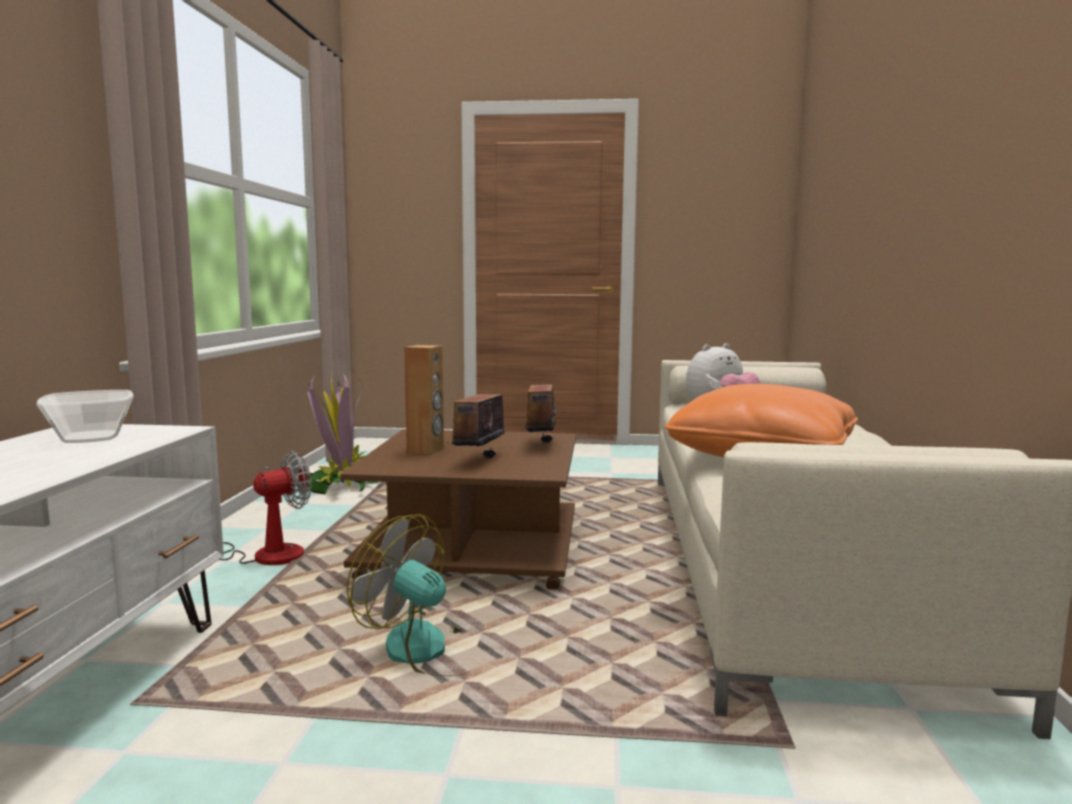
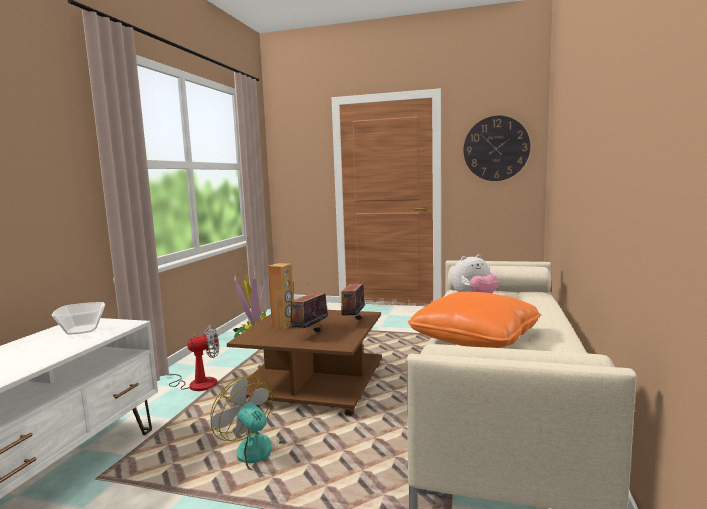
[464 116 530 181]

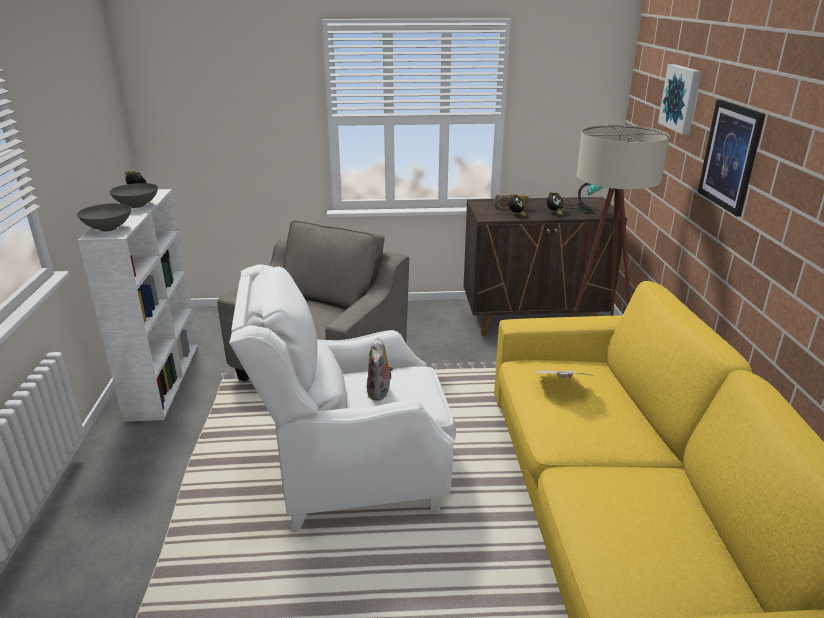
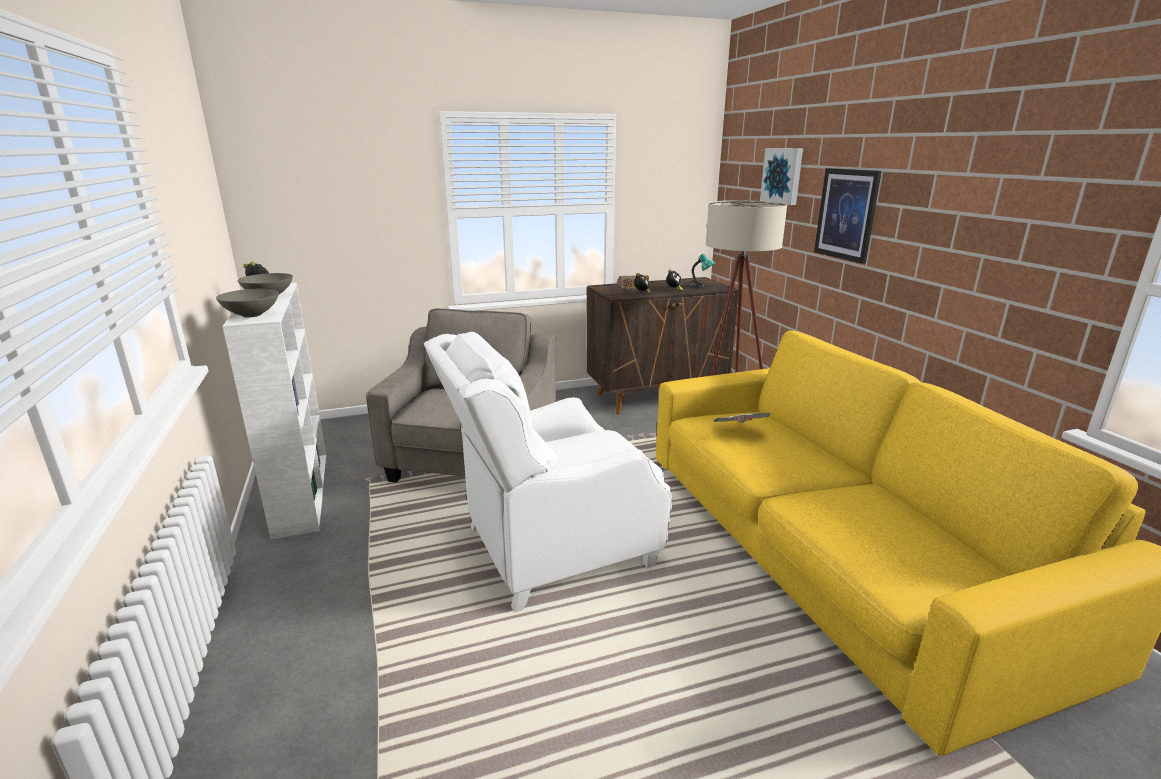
[367 338 394 401] (first image)

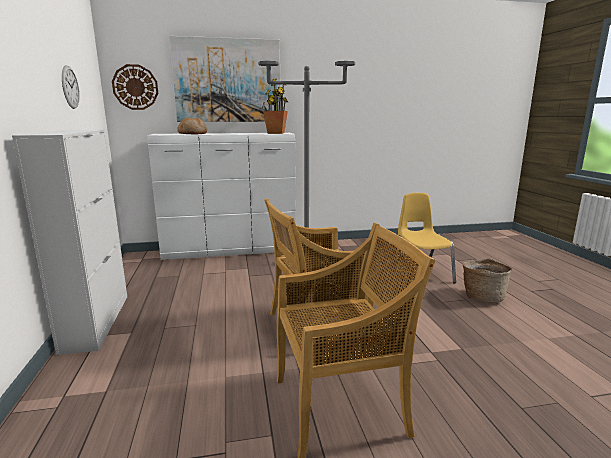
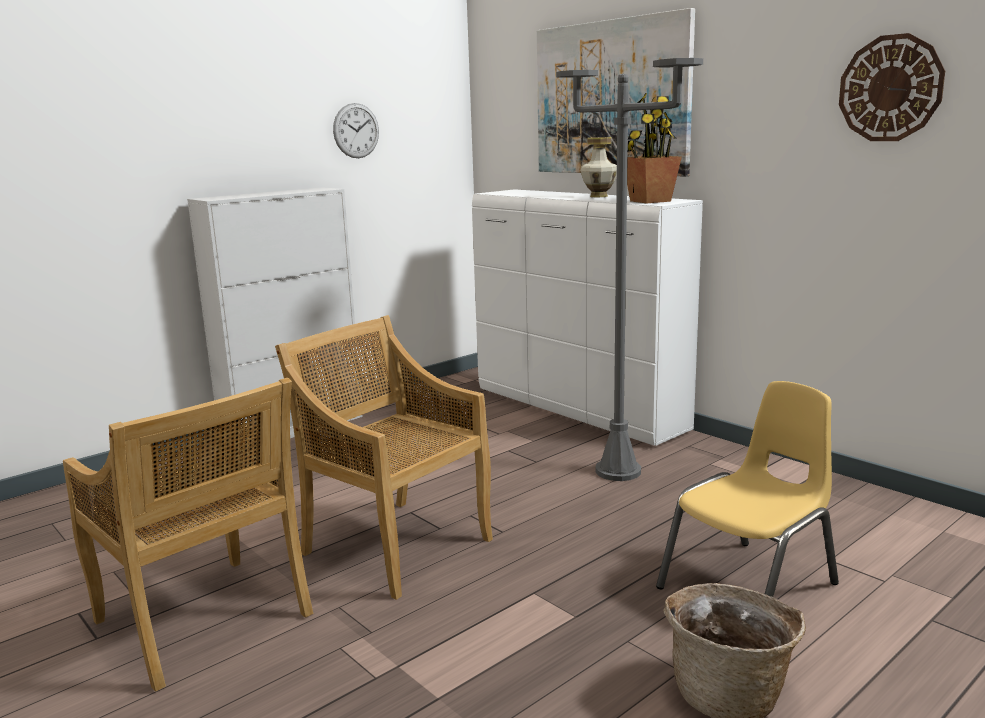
[839 33 945 141]
[177 118 207 134] (first image)
[580 137 617 197]

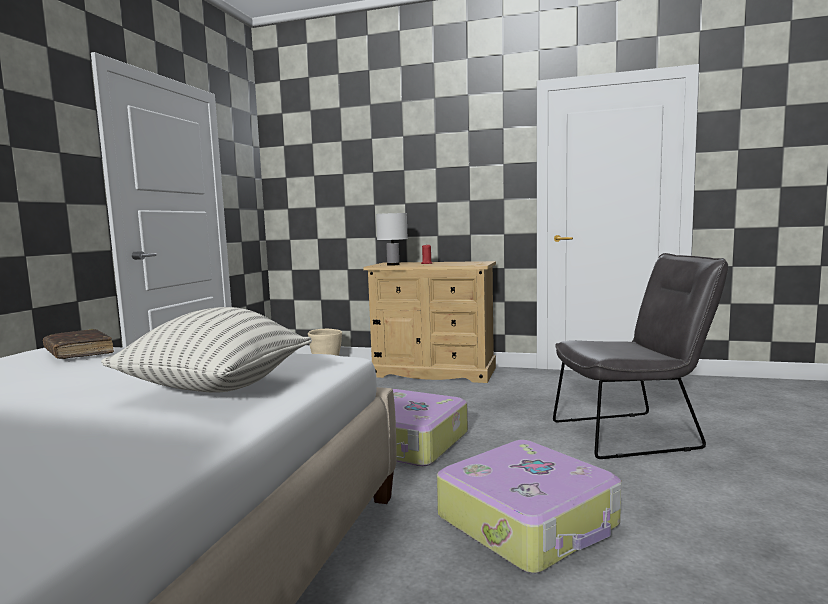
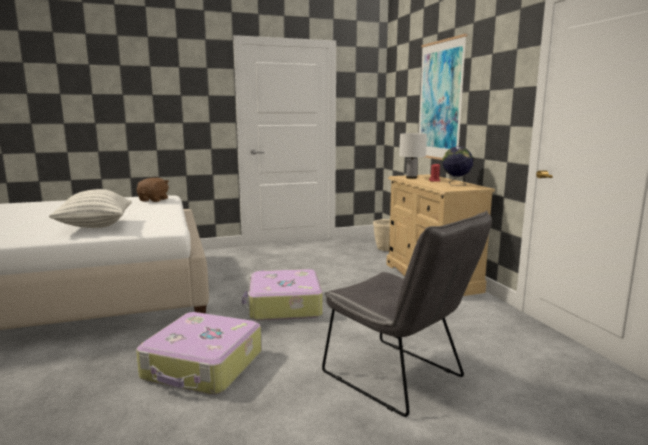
[137 177 169 202]
[419 34 467 160]
[442 147 473 186]

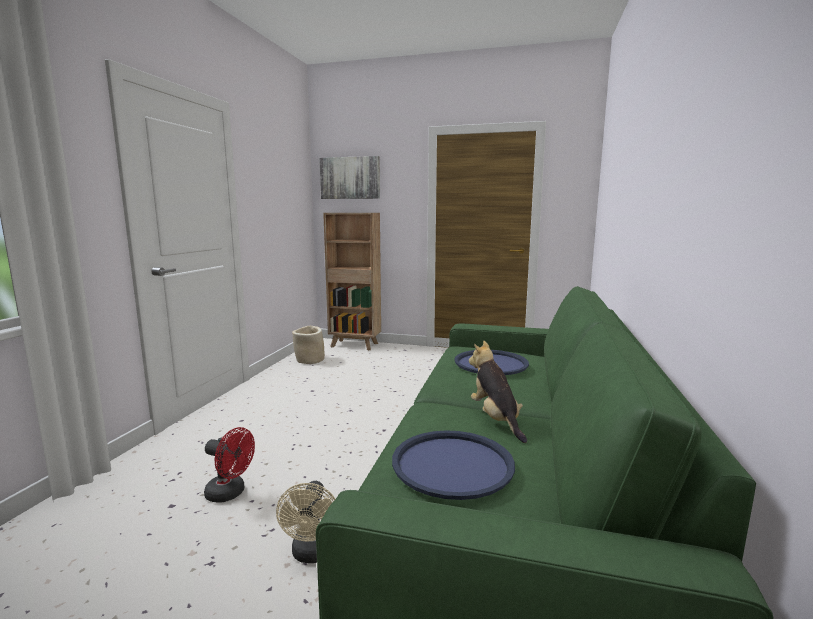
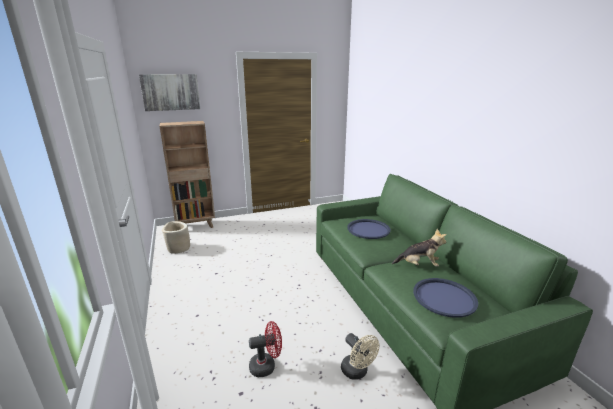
[392 229 447 267]

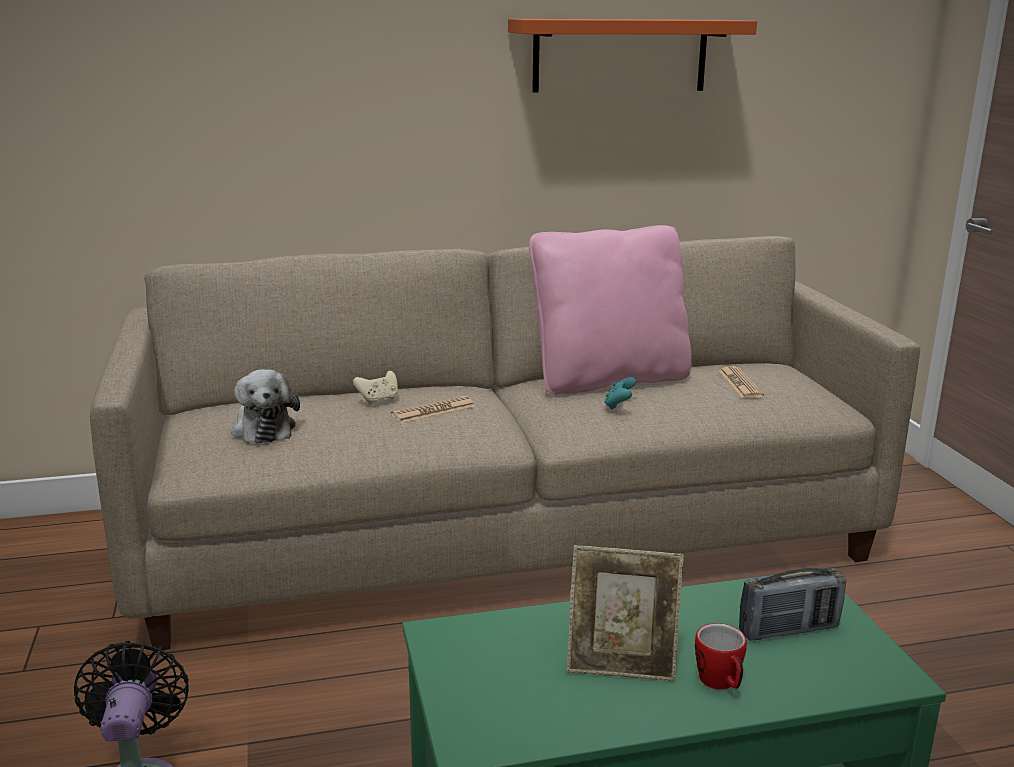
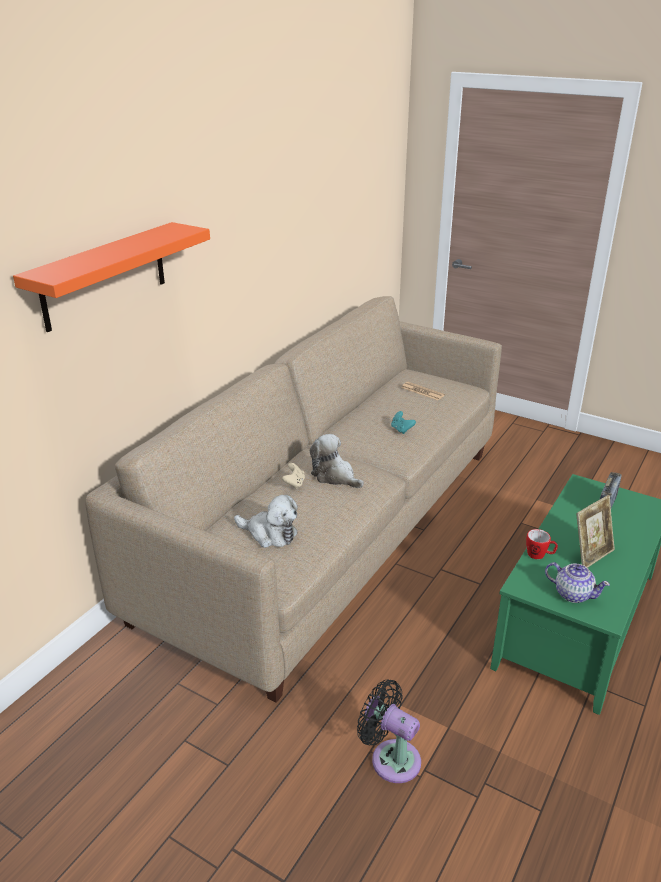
[13 222 210 332]
[529 225 692 395] (first image)
[310 434 364 488]
[526 529 558 559]
[545 562 610 603]

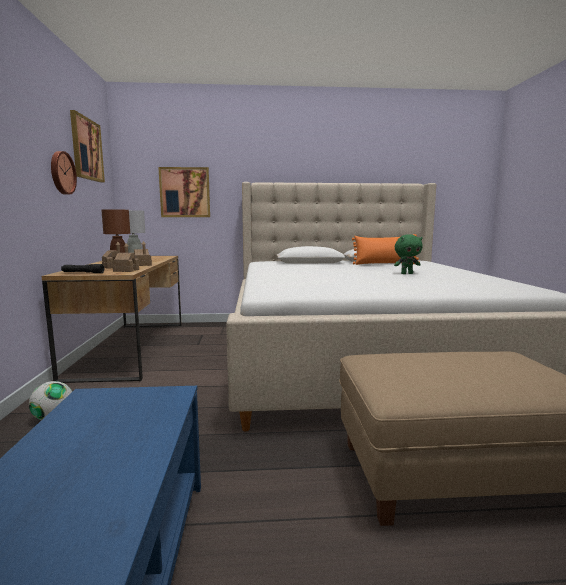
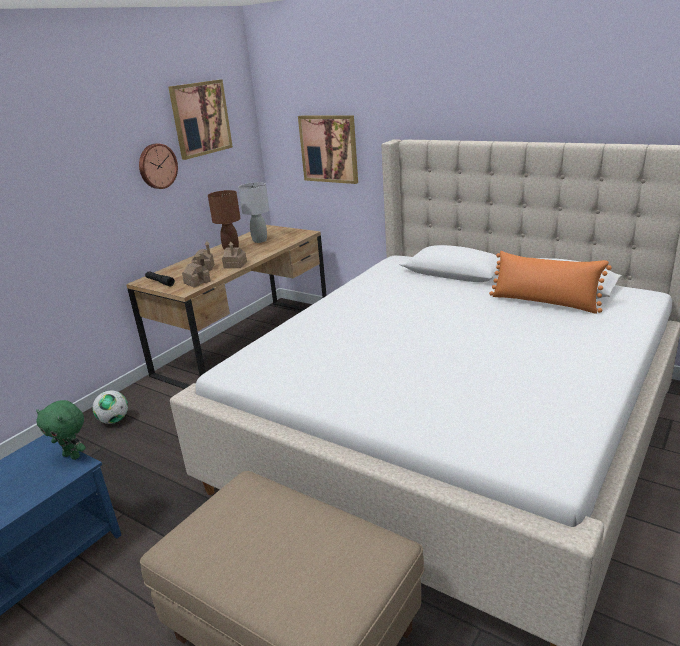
[36 400 86 460]

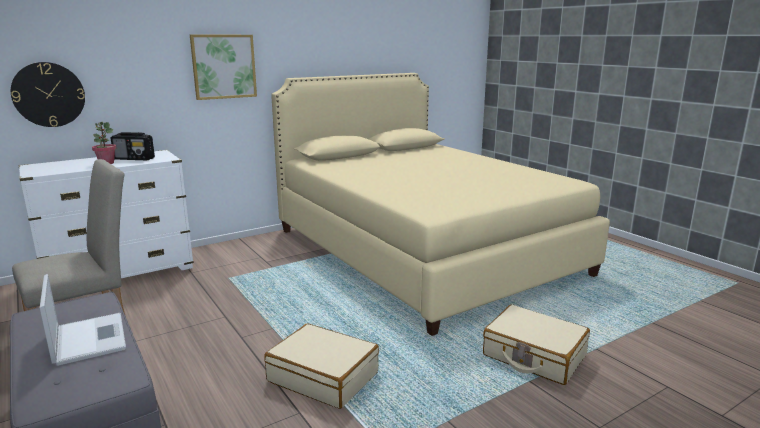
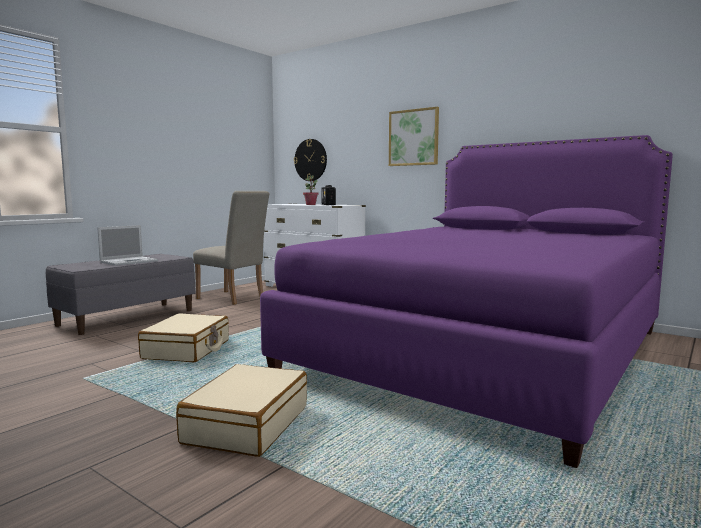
[260 135 673 468]

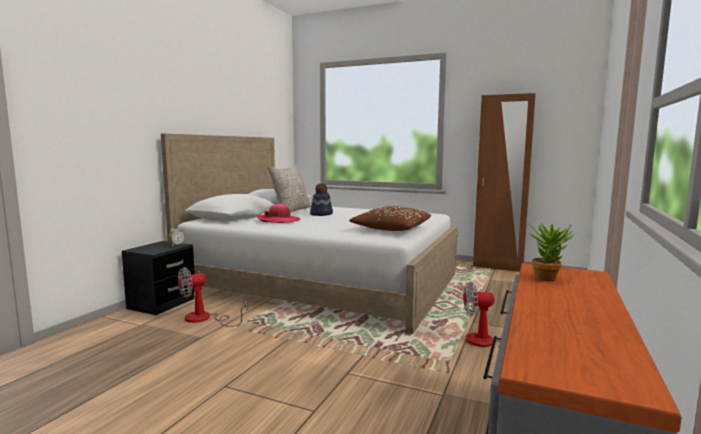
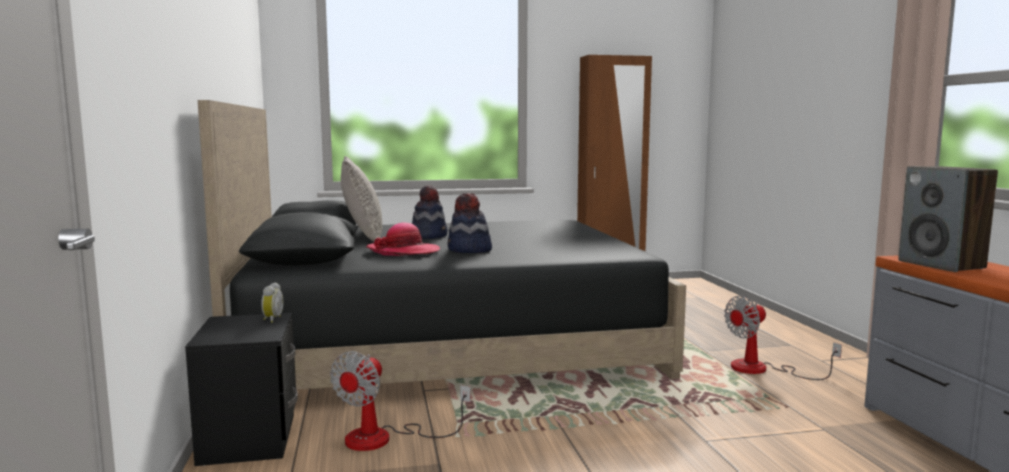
[198 100 686 390]
[349 206 431 231] (first image)
[898 166 998 272]
[447 193 492 253]

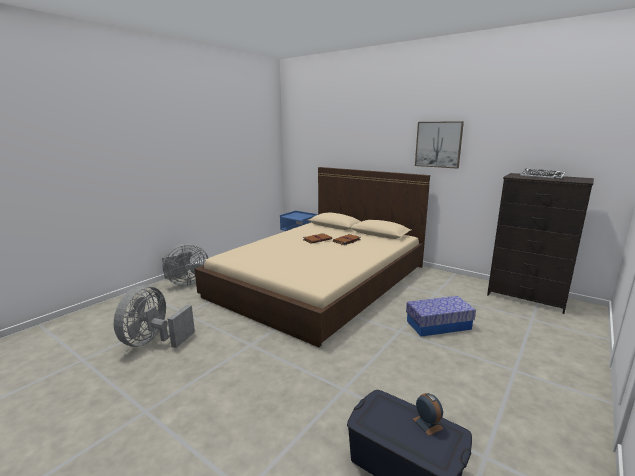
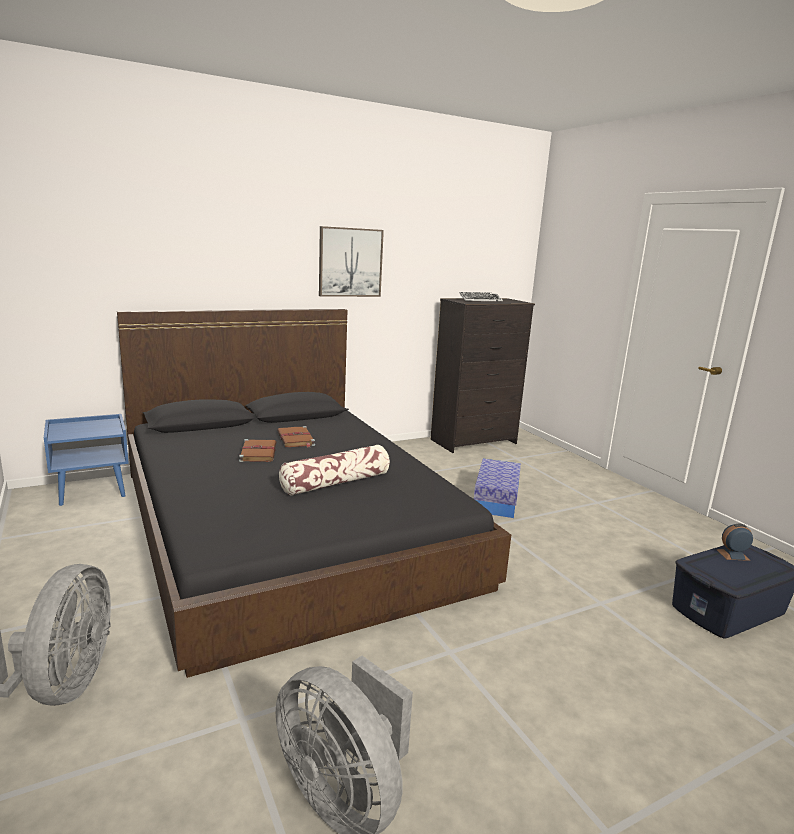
[117 309 511 678]
[279 445 390 495]

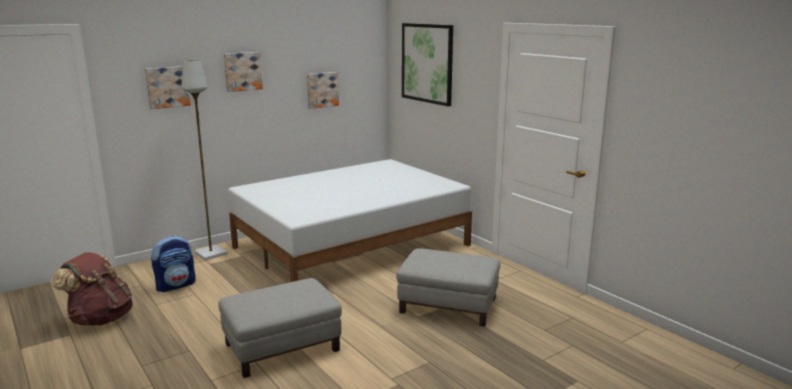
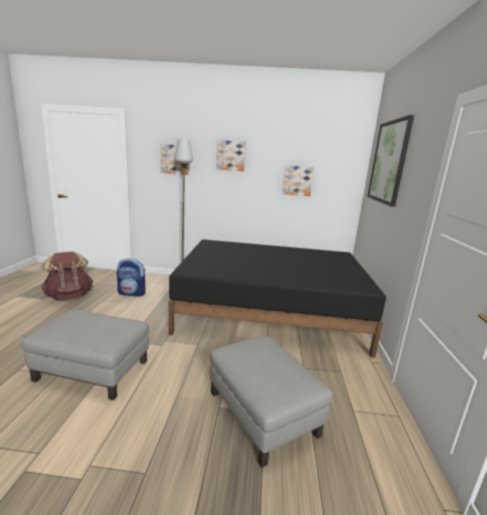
[168 239 386 358]

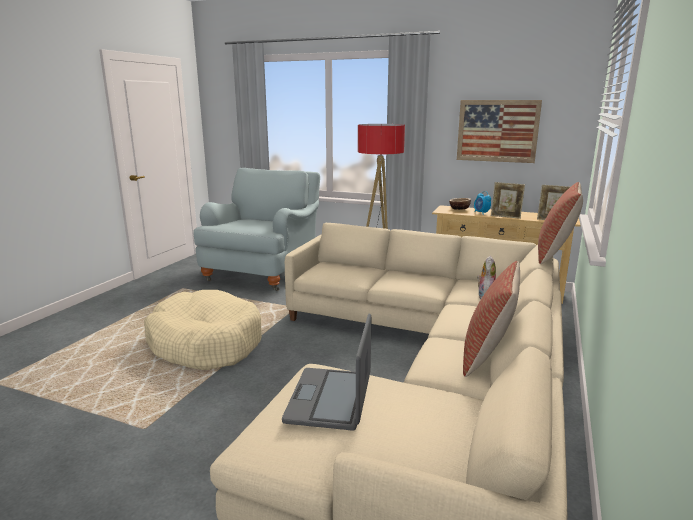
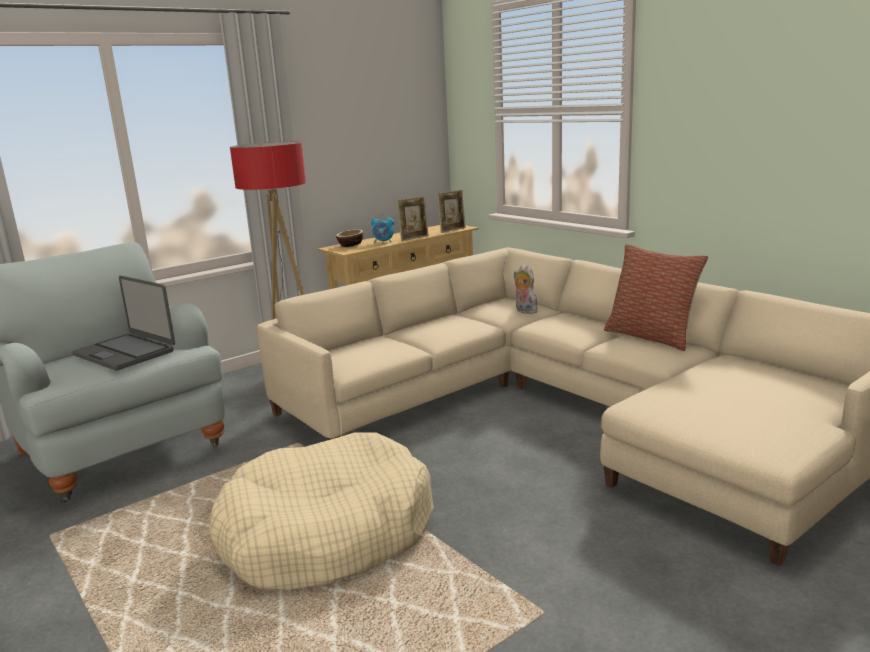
[457 100 542 163] (first image)
[538 182 583 264] (first image)
[72 276 175 371]

